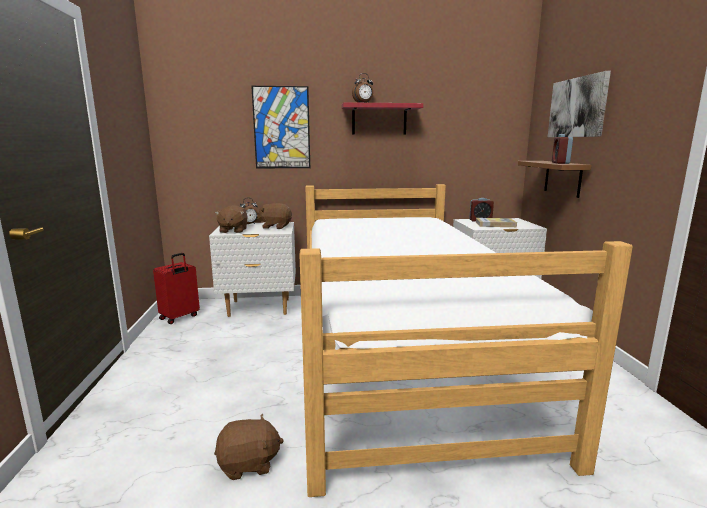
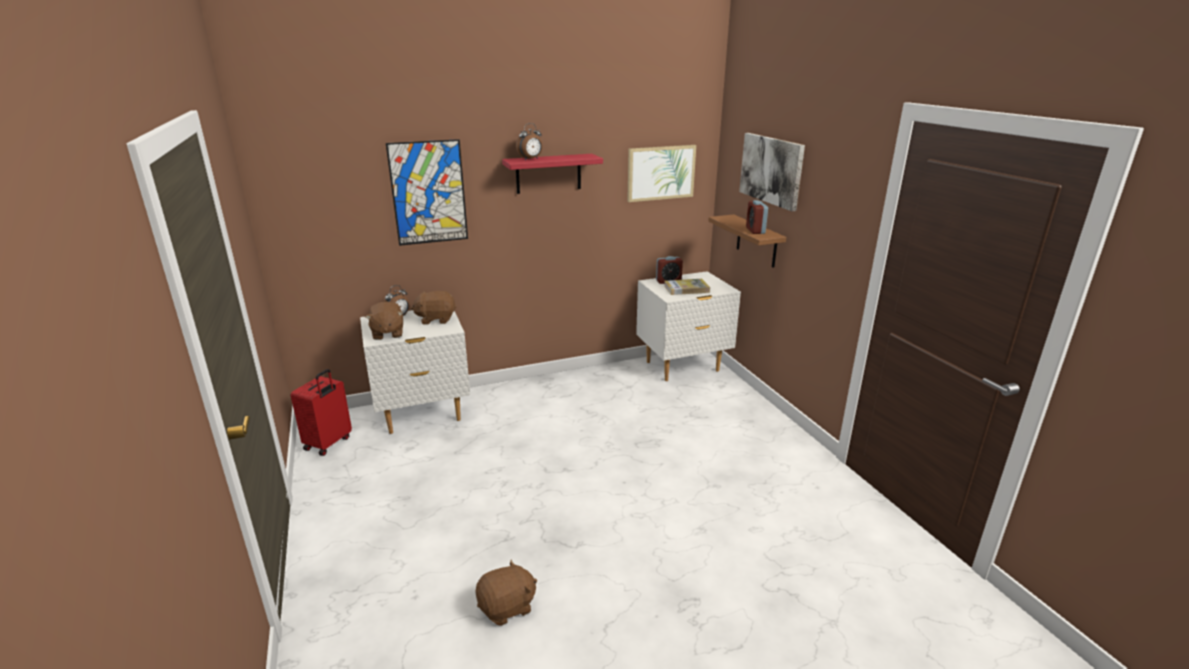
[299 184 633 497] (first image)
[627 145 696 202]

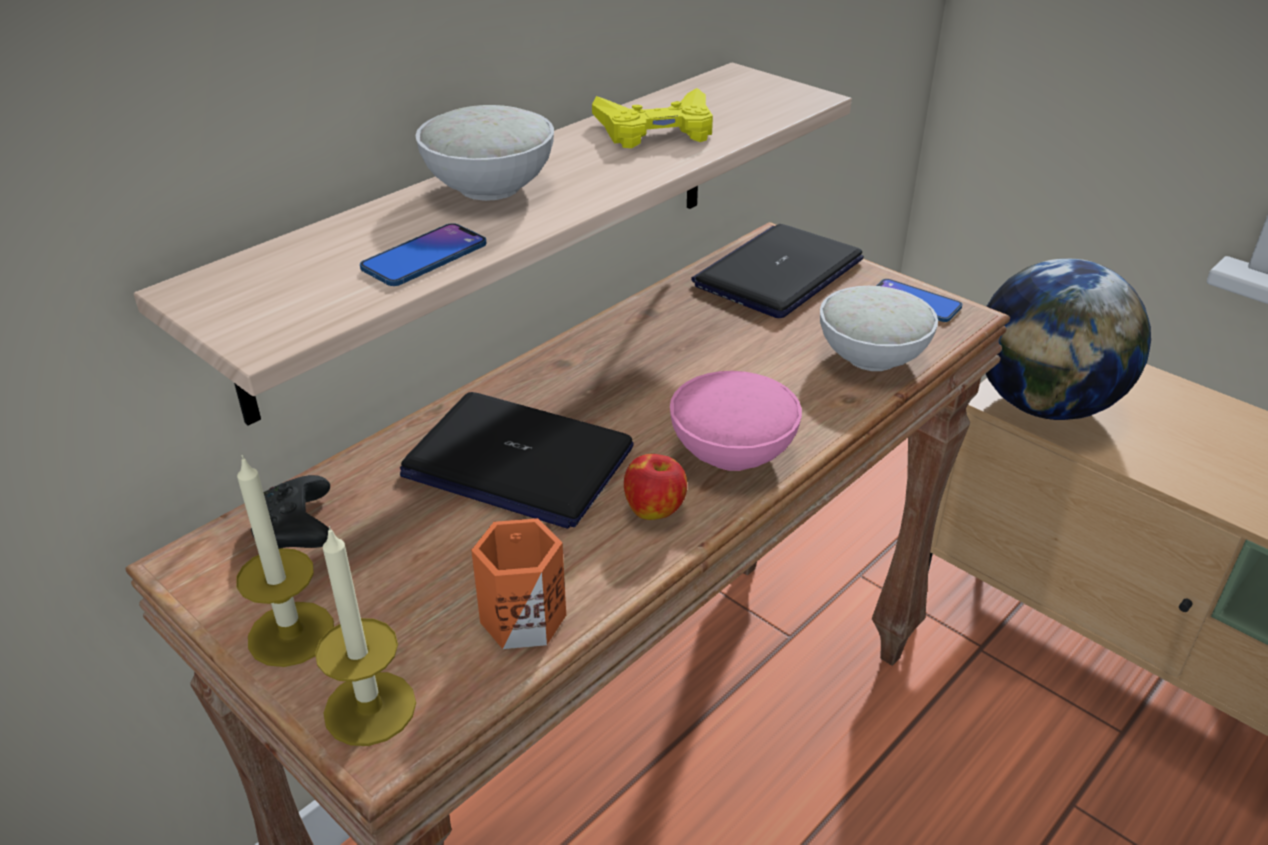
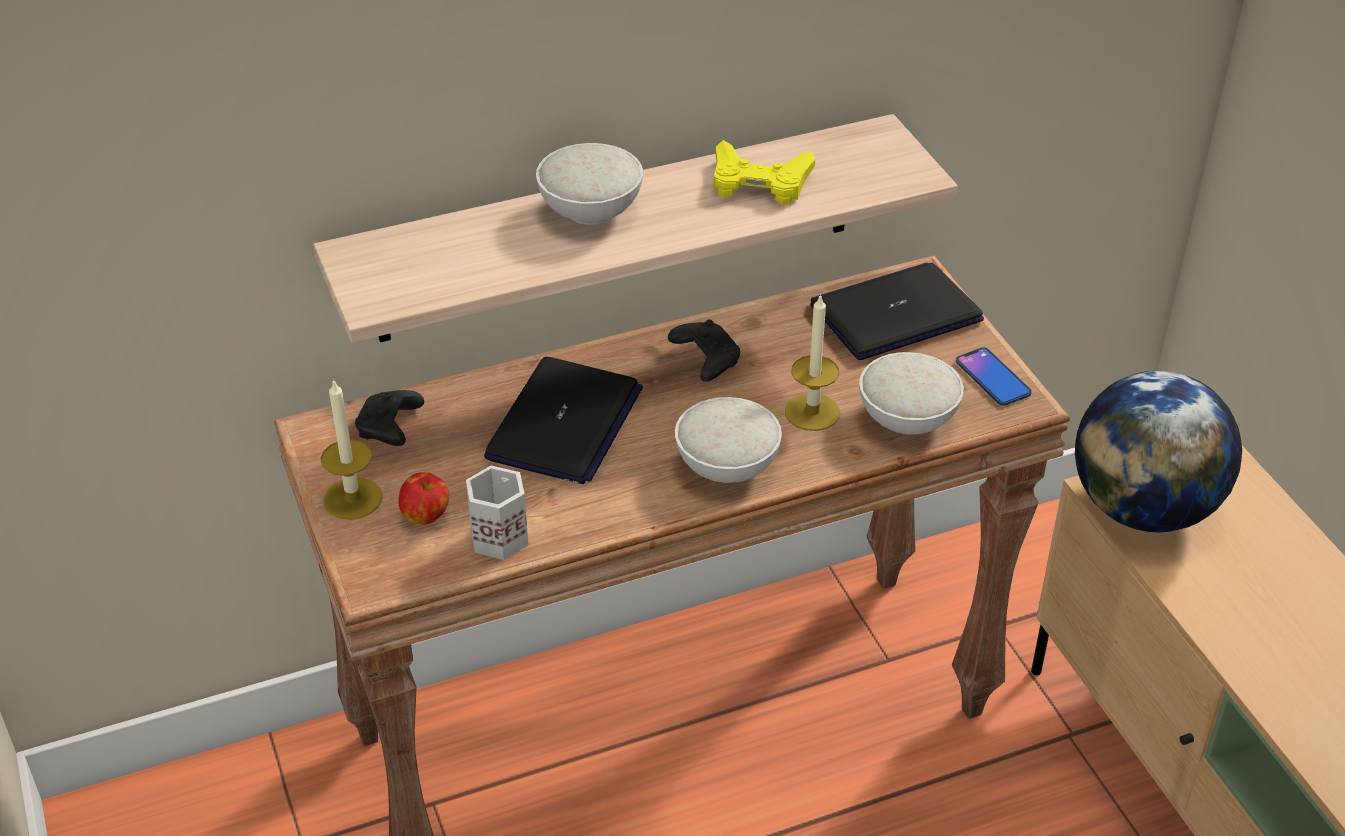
[360 223 487 286] (first image)
[675 397 782 483]
[484 357 643 484]
[398 472 449 525]
[466 466 528 560]
[785 294 840 431]
[668 319 740 382]

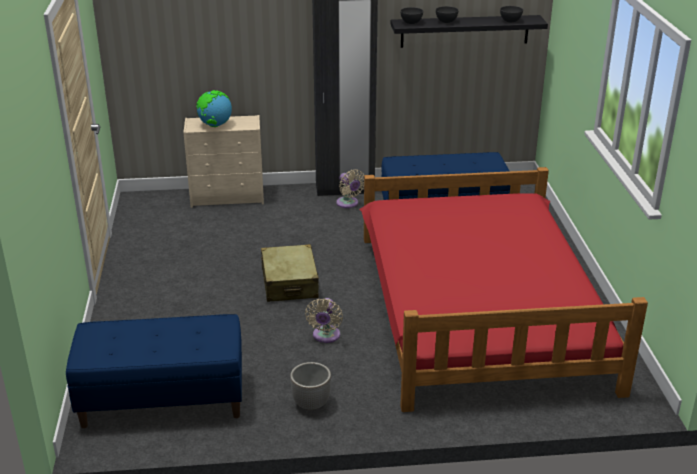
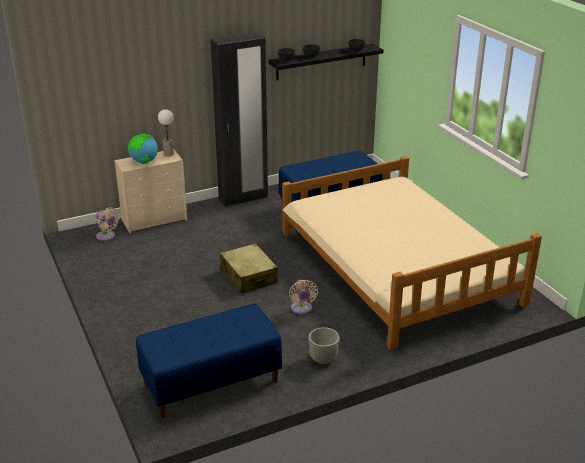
[282 156 542 350]
[96 207 119 241]
[158 109 174 156]

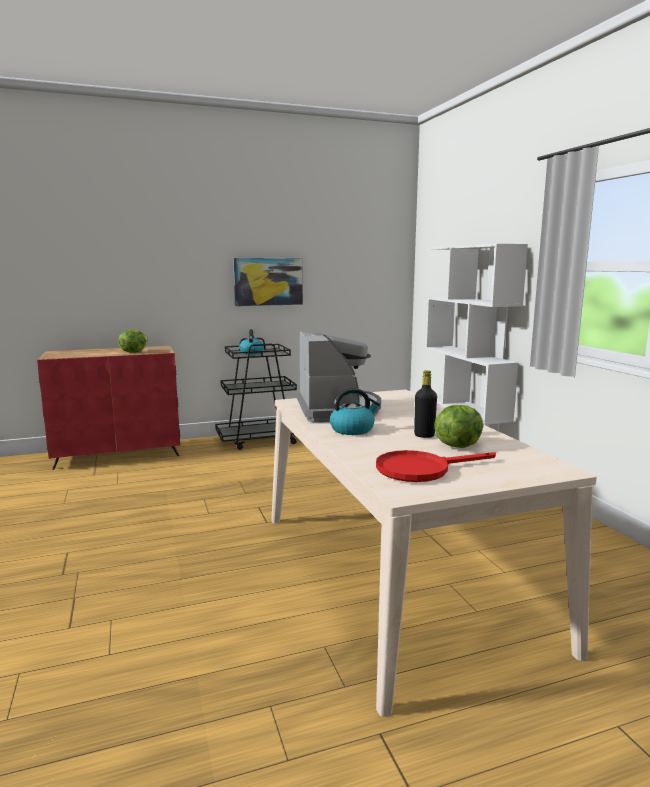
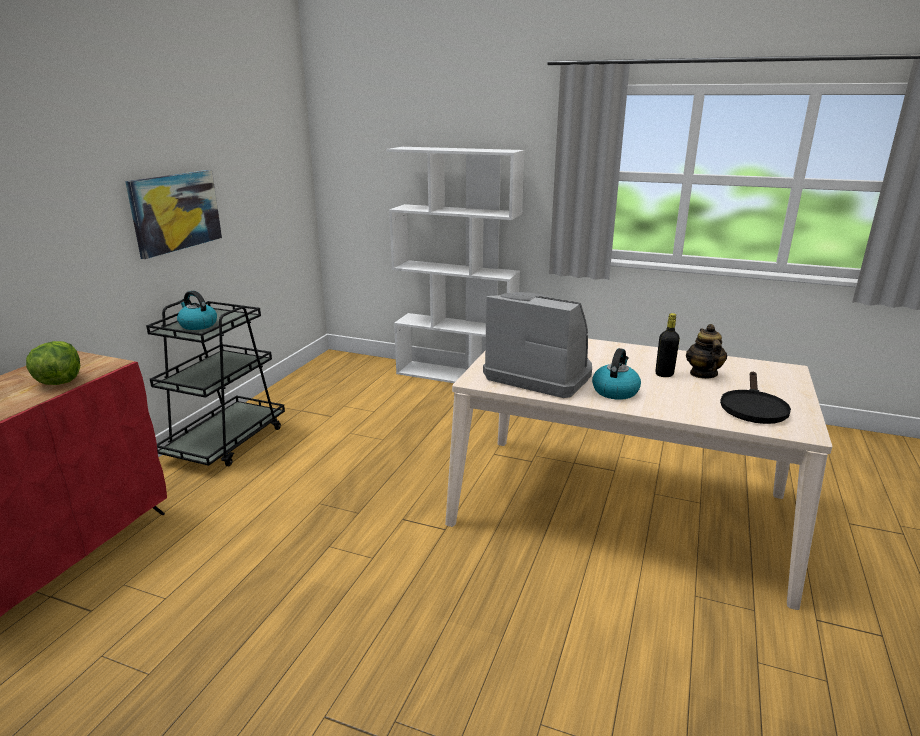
[686 324 727 379]
[720 371 791 424]

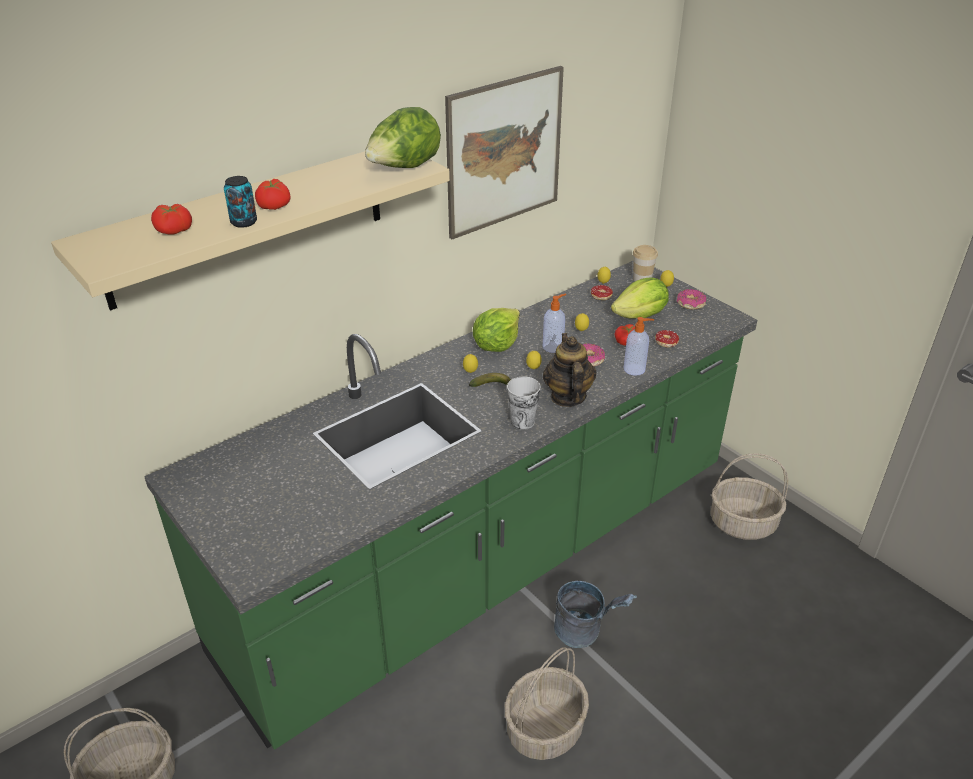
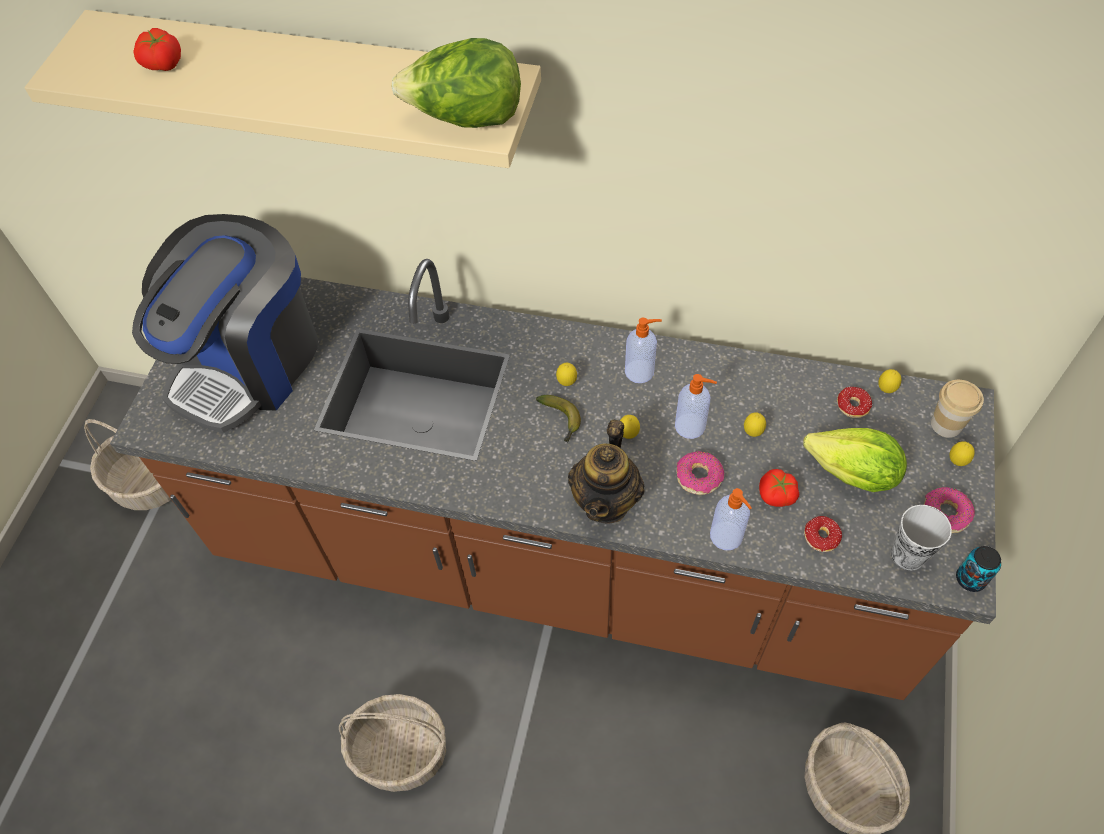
[445 66 564 239] (first image)
[956 546 1001 592]
[255 179 290 210] (first image)
[110 259 996 700]
[625 318 662 383]
[568 419 645 524]
[891 505 952 570]
[554 581 637 648] (first image)
[132 214 318 433]

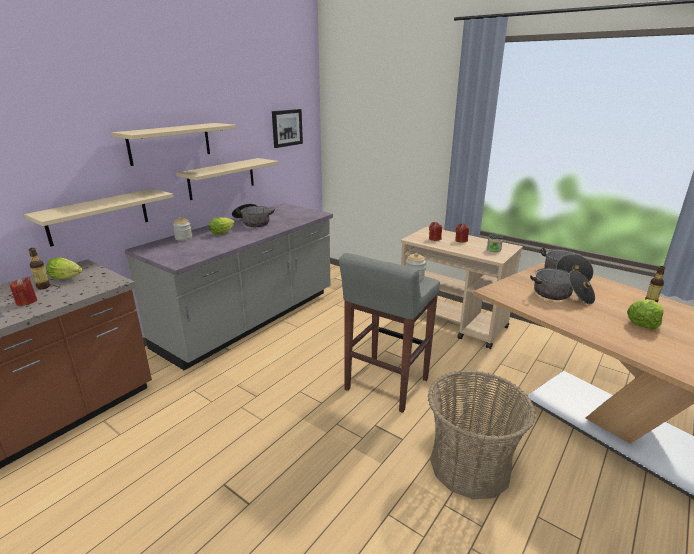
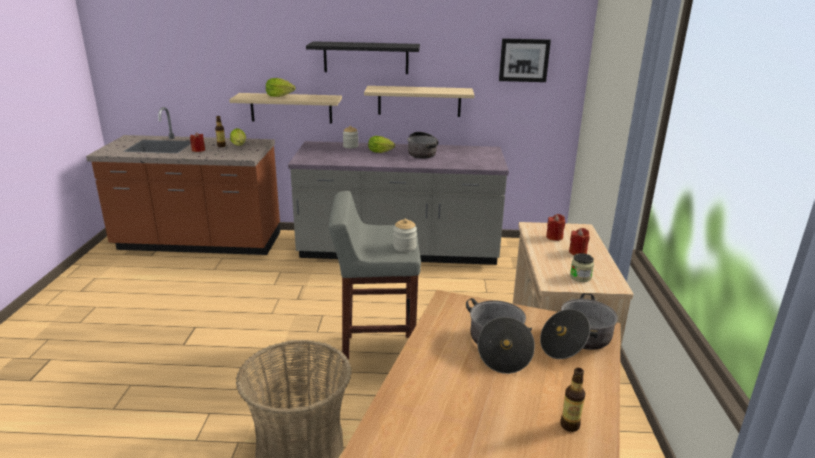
[306 41 420 74]
[266 78 295 97]

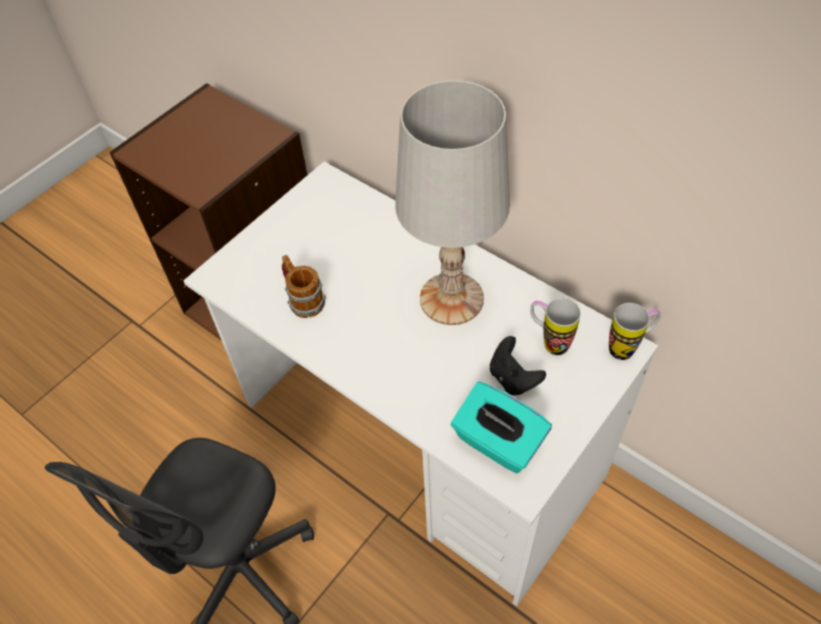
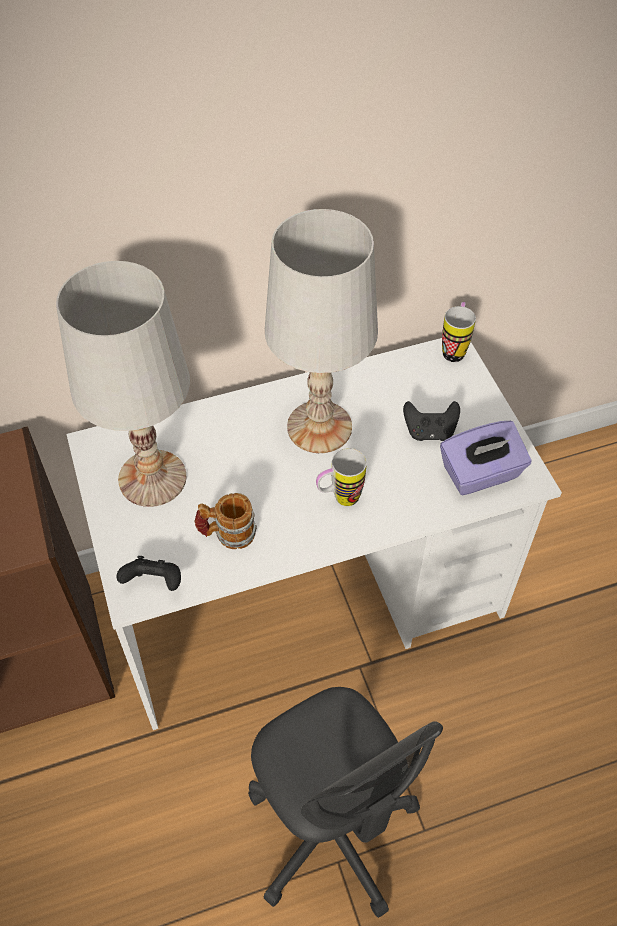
[316 448 367 506]
[440 421 532 495]
[56 261 190 507]
[116 556 181 591]

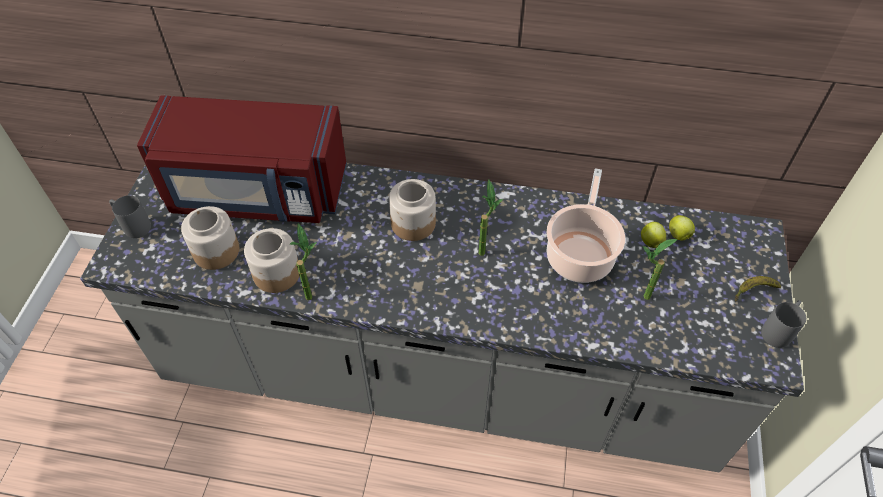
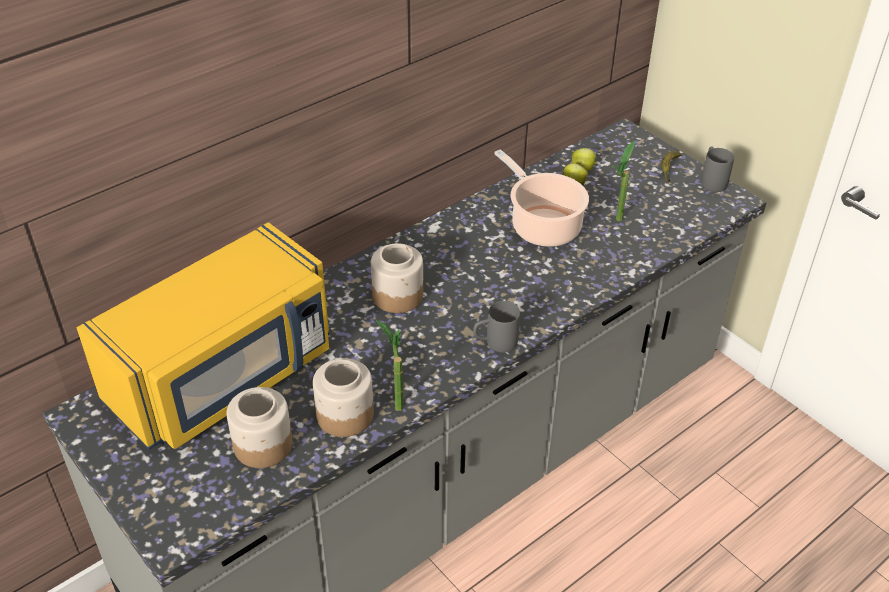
[77 222 329 450]
[479 179 503 256] (first image)
[473 301 520 353]

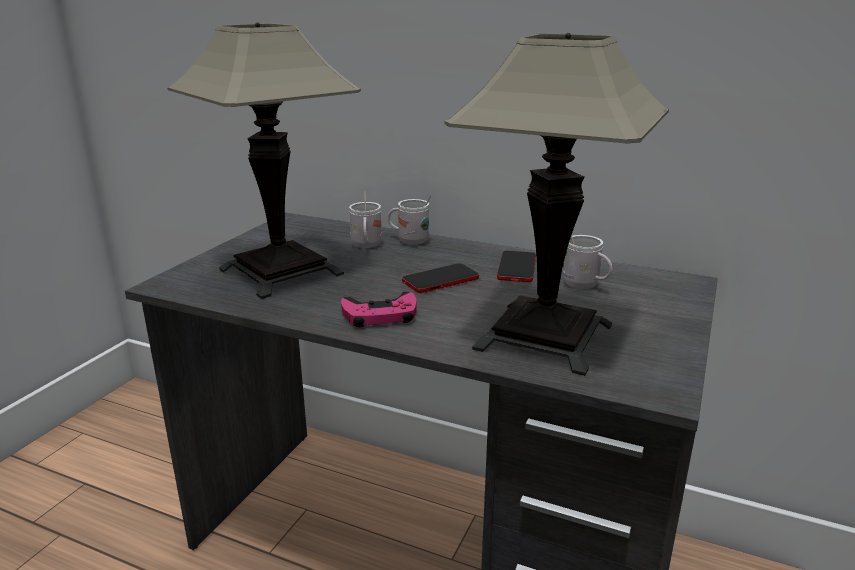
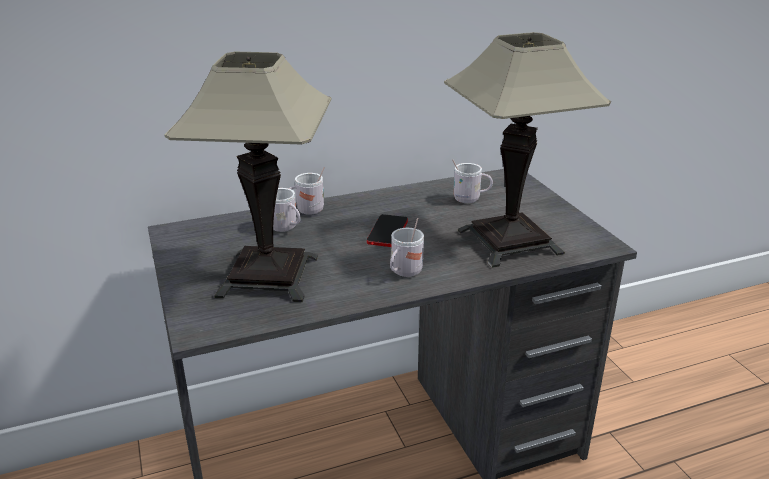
[497 251 536 282] (first image)
[390 218 424 277]

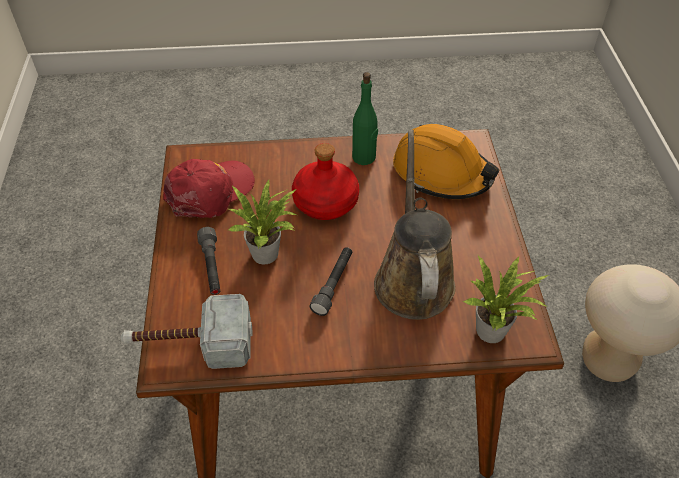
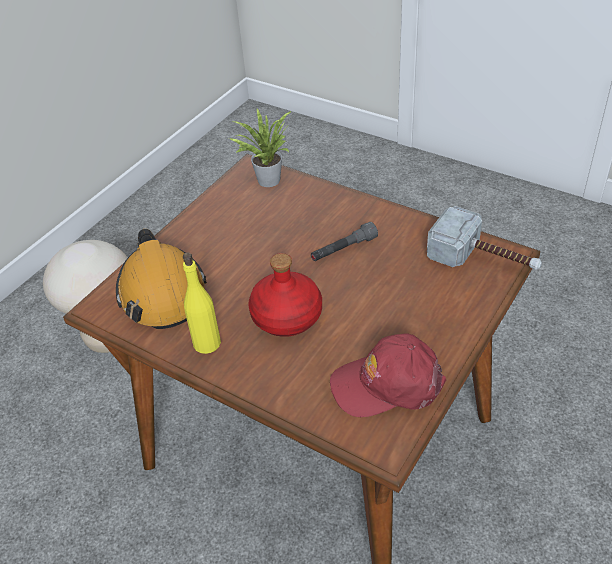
[183 252 221 354]
[374 130 456 320] (first image)
[227 180 297 264] (first image)
[197 227 220 295] (first image)

